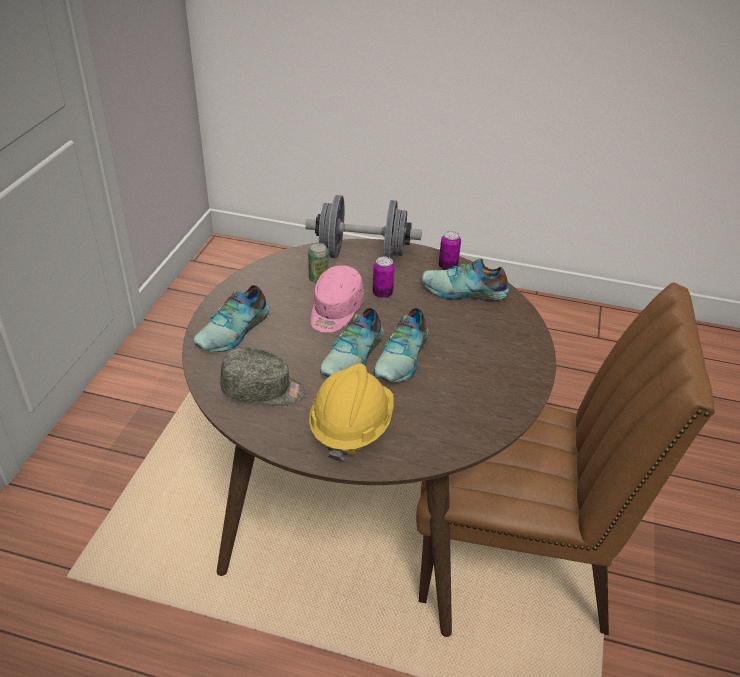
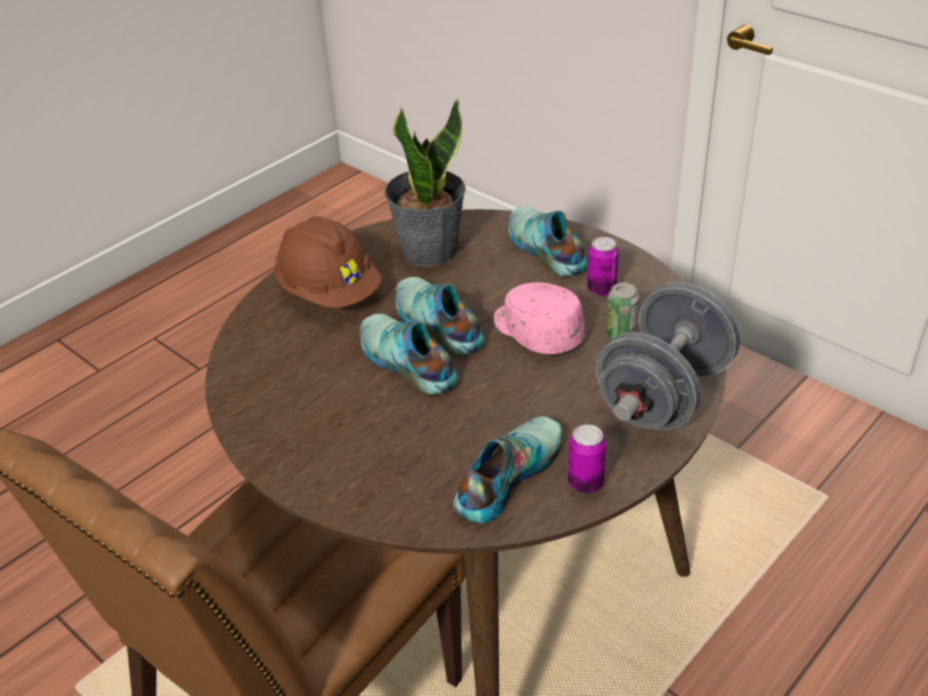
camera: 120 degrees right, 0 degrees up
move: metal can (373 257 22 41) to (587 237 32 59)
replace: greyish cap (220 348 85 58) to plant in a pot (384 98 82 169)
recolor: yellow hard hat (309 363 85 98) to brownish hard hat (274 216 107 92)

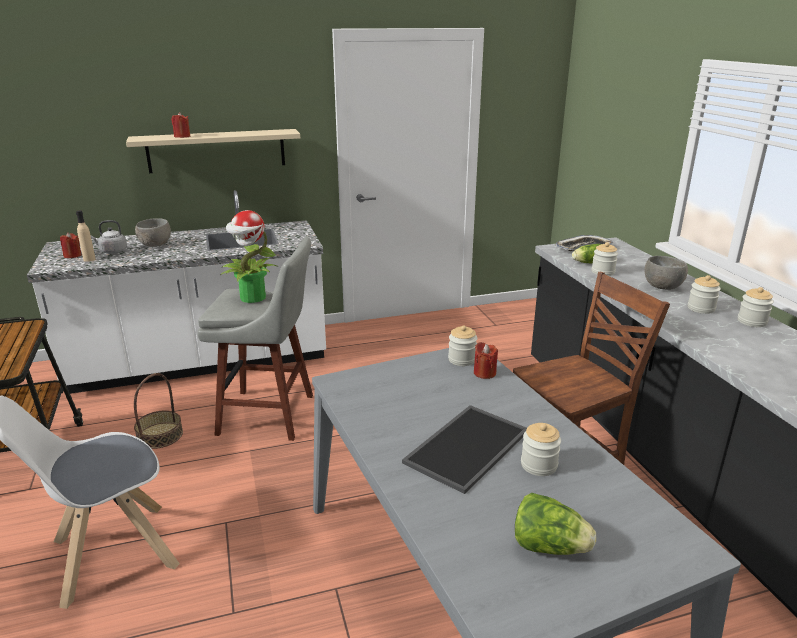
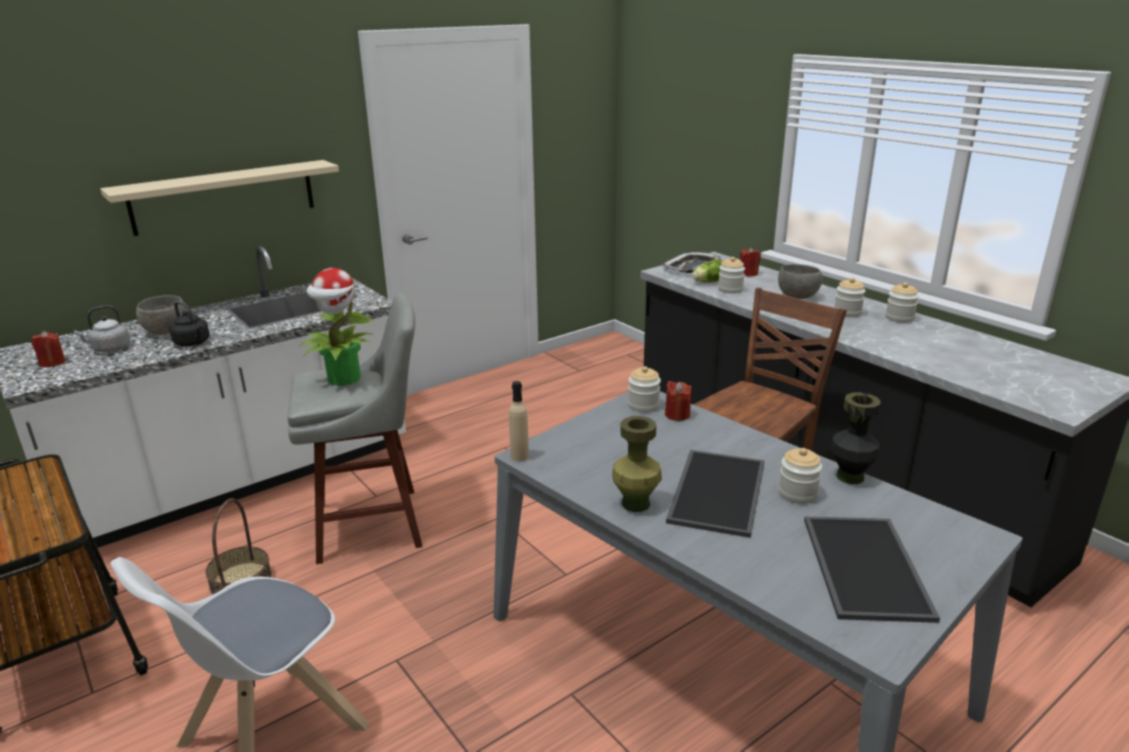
camera: 20 degrees left, 0 degrees up
insert: black-coloured water kettle (169 301 41 45); green-coloured flower vase (612 416 50 96); black-coloured flower vase (830 392 51 92)
move: sand-coloured bottle (76 210 20 52) to (509 381 20 81); red candle (171 112 19 26) to (740 247 21 30)
replace: head of lettuce (515 493 81 62) to tray (804 517 136 106)

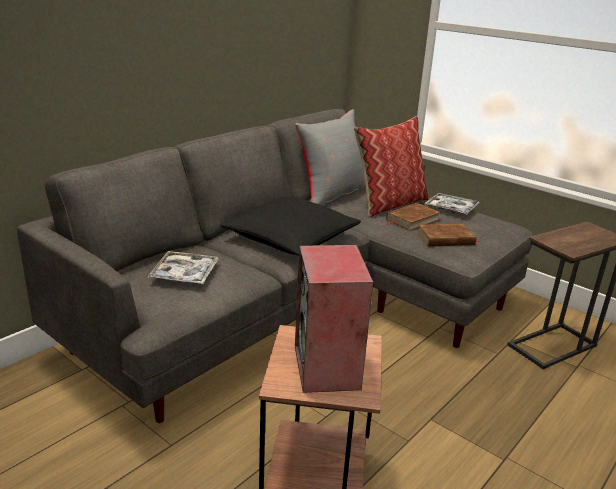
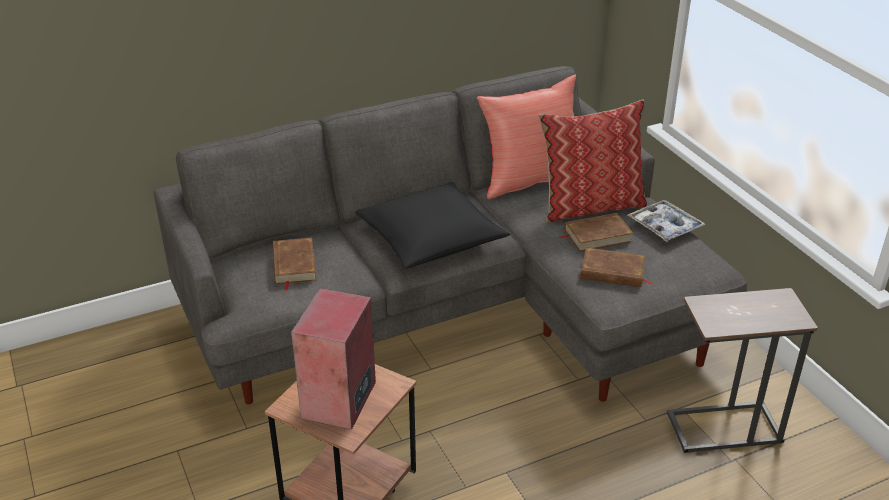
camera: 25 degrees right, 10 degrees up
replace: tray (147 251 71 33) to brownish volume (273 237 44 54)
recolor: greyish throw pillow (295 109 71 96) to red throw pillow (477 75 99 124)

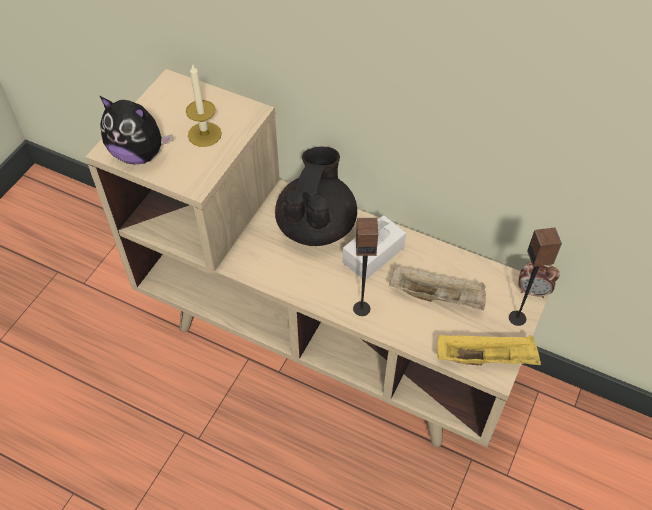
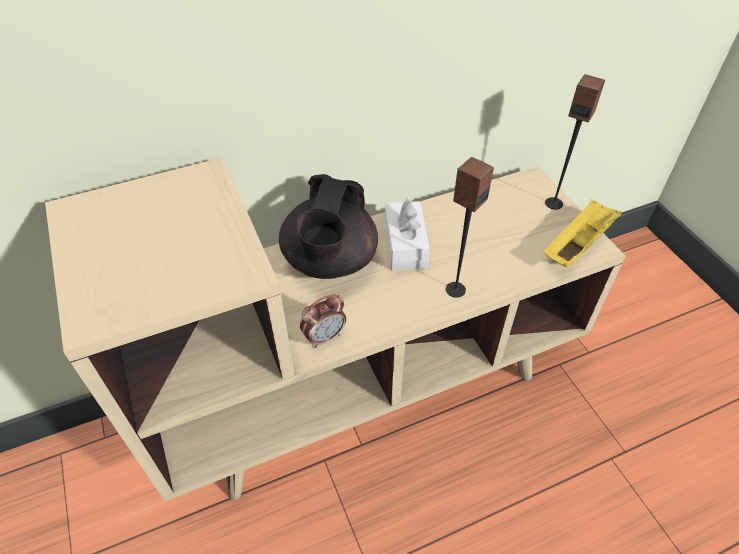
camera: 50 degrees left, 5 degrees down
delete: cuddly toy (100 96 72 69); candle (186 63 36 84); sand-coloured tray (389 265 97 45)
move: bedside clock (519 262 41 36) to (300 295 46 53)
rotate: black-coloured teapot (275 147 82 99) = (279 174 99 105) 135 degrees counterclockwise

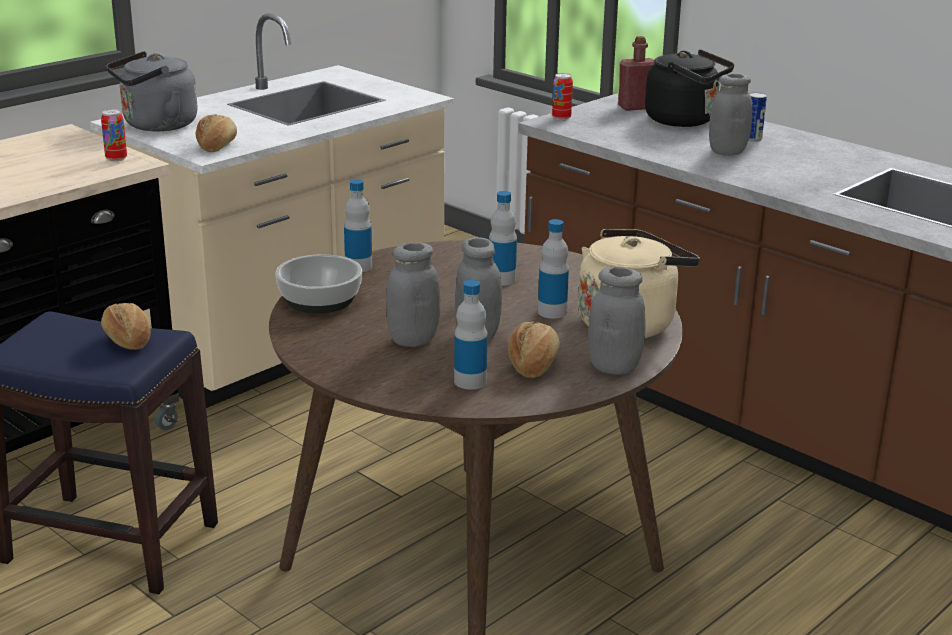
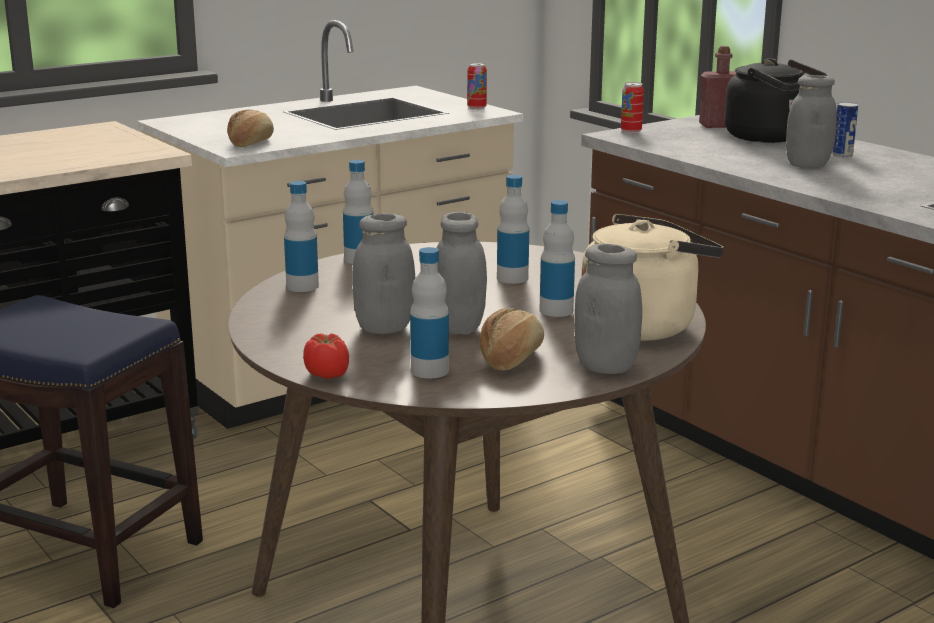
camera: 10 degrees right, 5 degrees down
delete: bread (101 303 50 47); greyish water kettle (106 51 92 81)
insert: whole tomato (303 333 46 46)
move: metal can (101 109 26 53) to (467 63 20 47)
replace: serving bowl (275 254 87 59) to bottle (284 181 35 111)

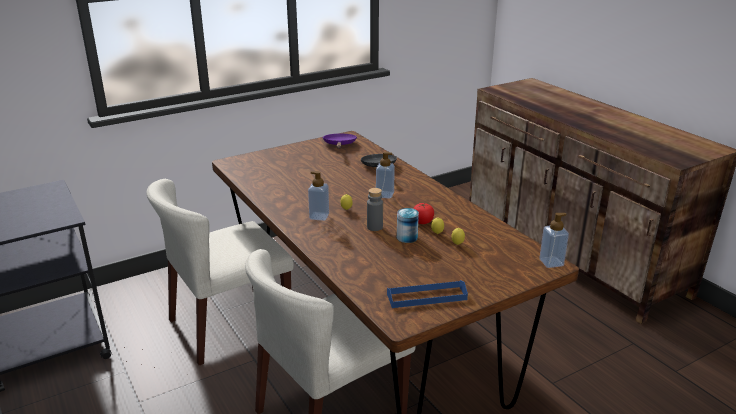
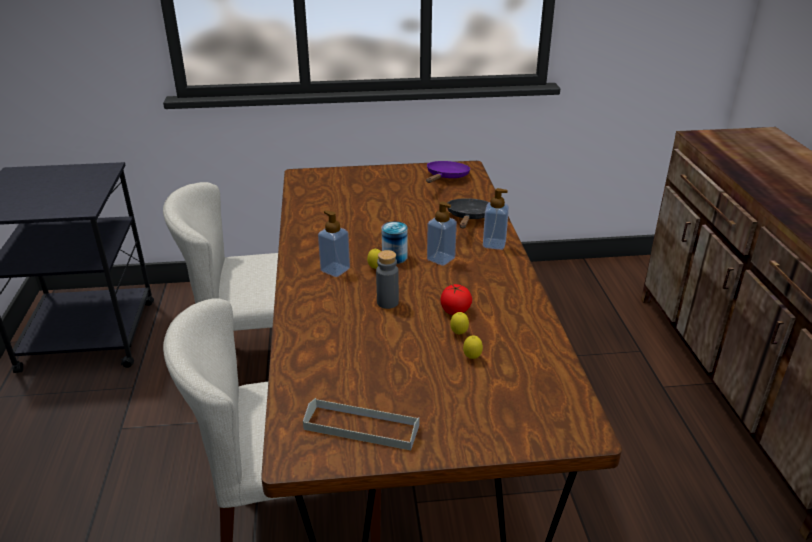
camera: 25 degrees right, 5 degrees up
move: metal can (397 208 22 35) to (382 221 26 43); liquid soap bottle (539 213 30 55) to (483 188 26 62)
recolor: blue-coloured tray (387 280 81 28) to greyish tray (303 398 117 52)

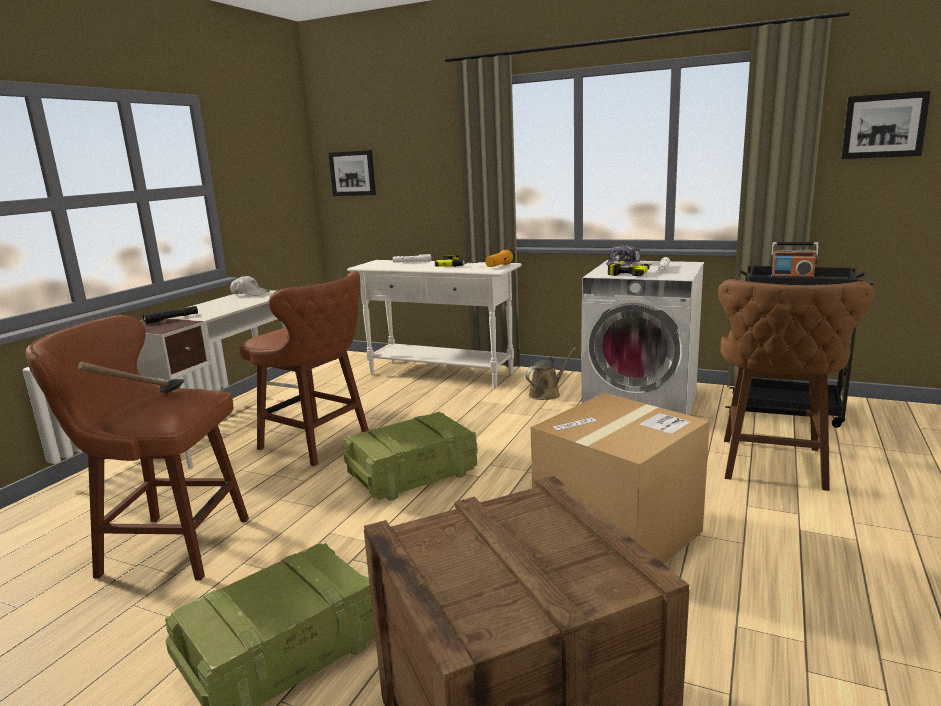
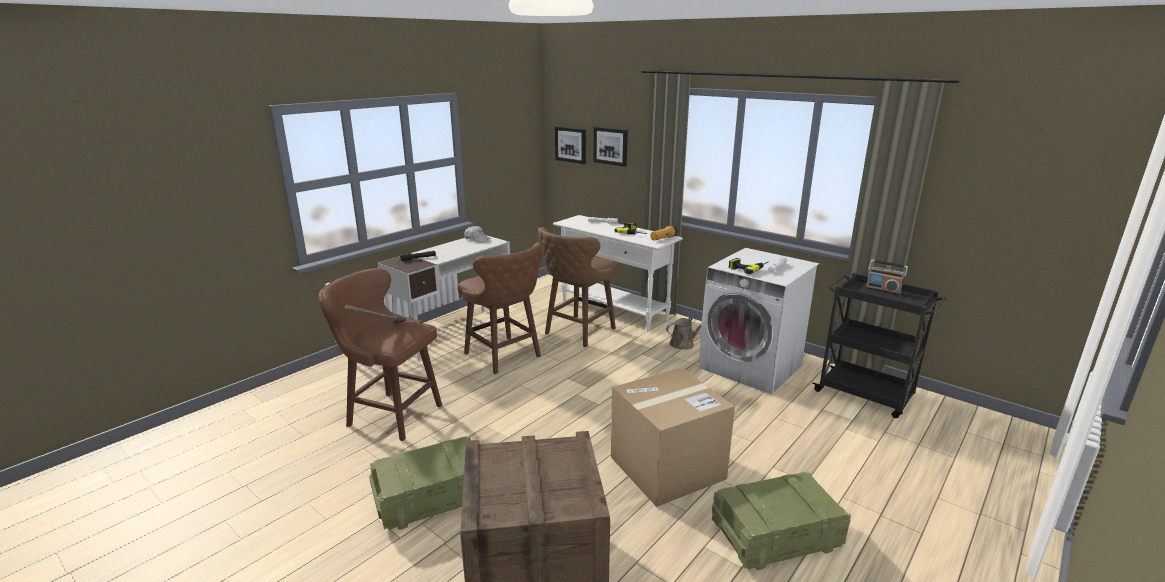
camera: 15 degrees right, 5 degrees up
delete: cap (606 244 35 22)
move: shipping crate (344 412 134 89) to (712 471 139 99); brownish sitting stool (718 279 156 212) to (538 227 80 120); picture (841 91 90 68) to (593 127 35 40)

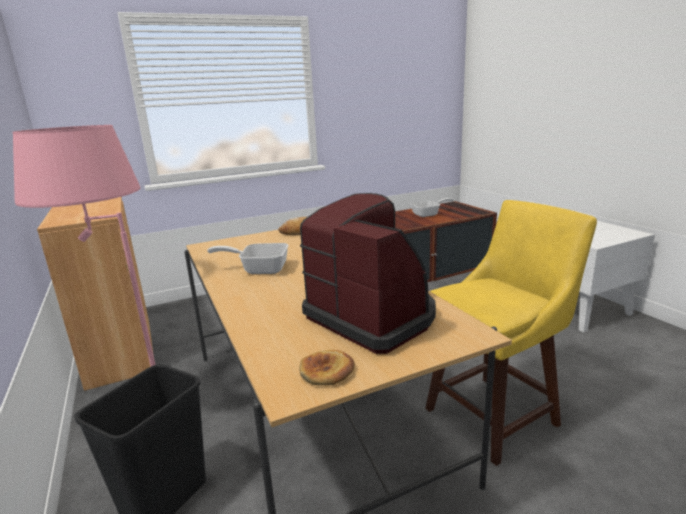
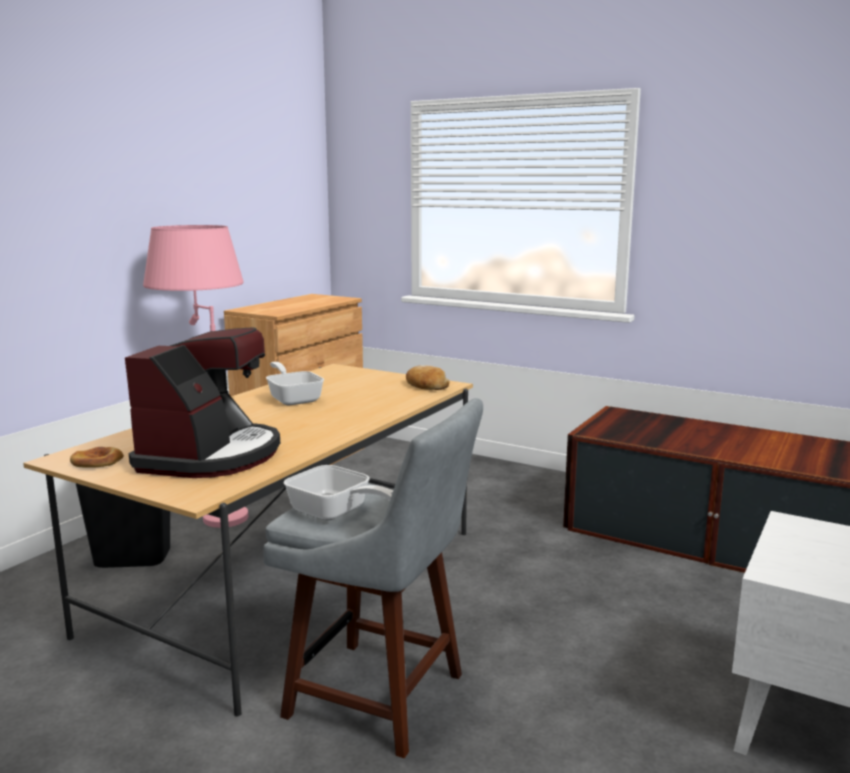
camera: 55 degrees right, 5 degrees down
move: skillet (411 198 42 19) to (283 465 110 56)
recolor: yellow sitting stool (425 200 172 266) to greyish sitting stool (263 398 220 360)

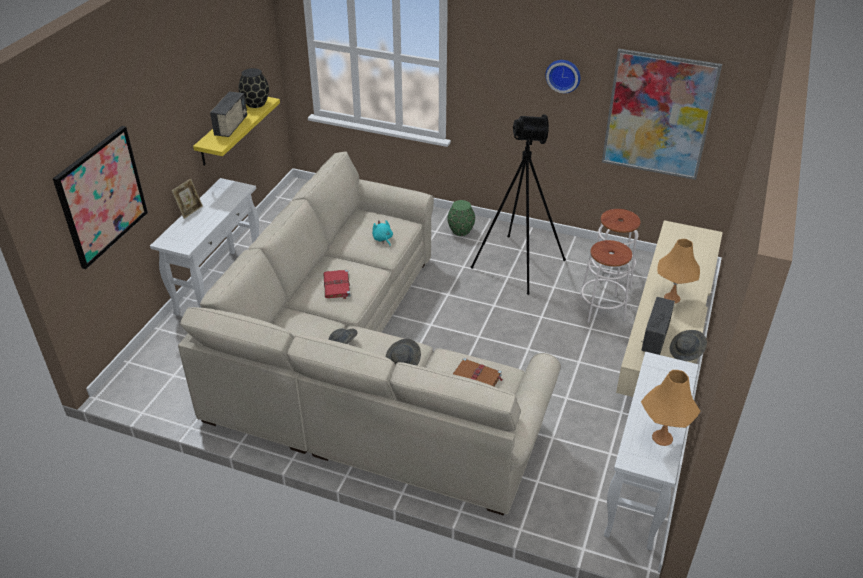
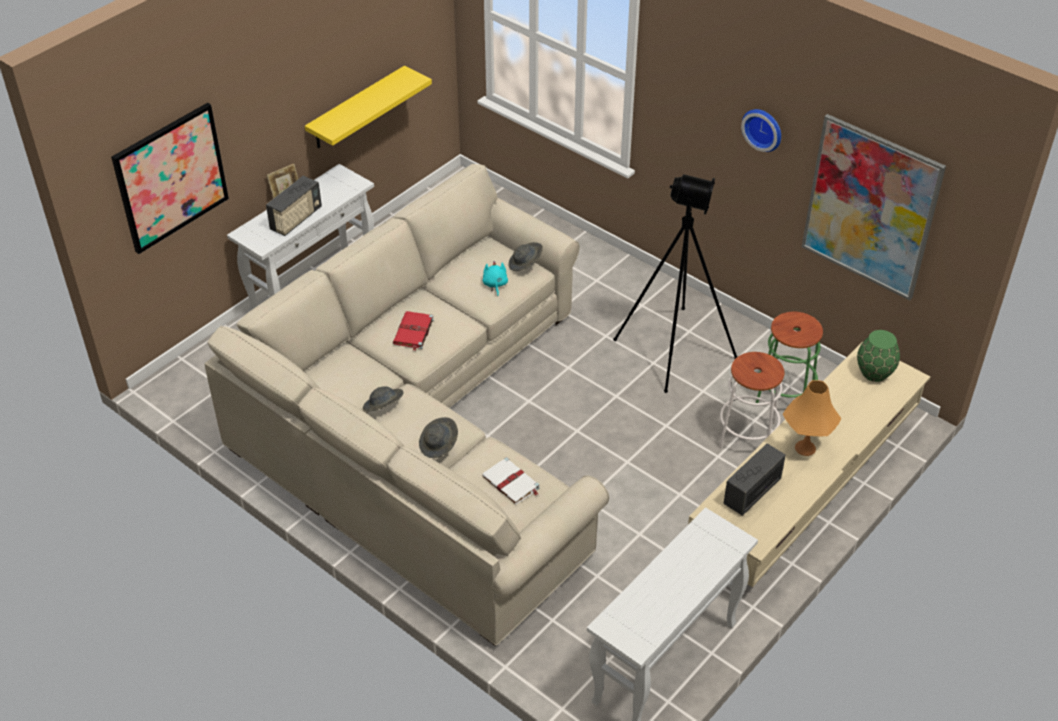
camera: 20 degrees right, 5 degrees up
delete: black-coloured flower vase (239 68 30 40); orange tabletop lamp (641 370 59 76)
move: radio receiver (210 91 37 46) to (266 176 56 60); green-coloured flower vase (447 200 28 36) to (857 330 43 52); greyish wearable hat (670 330 37 31) to (509 242 34 29)
recolor: brownish volume (453 358 50 28) to white volume (482 457 58 47); white sitting stool (591 209 50 78) to green-coloured sitting stool (756 312 67 91)

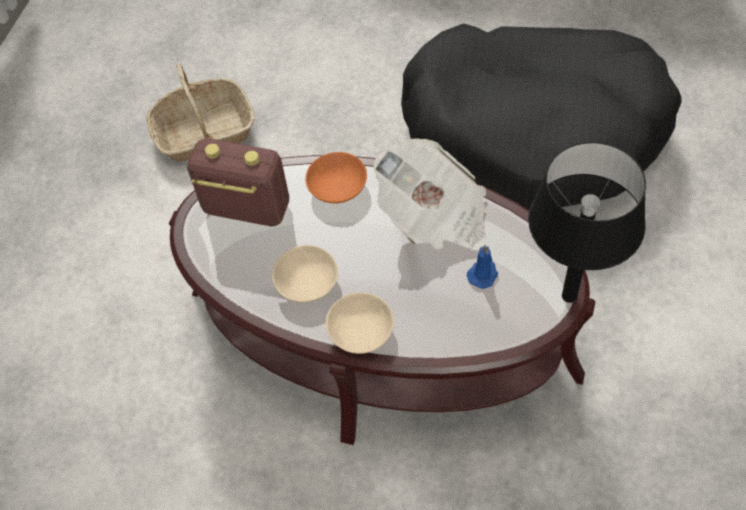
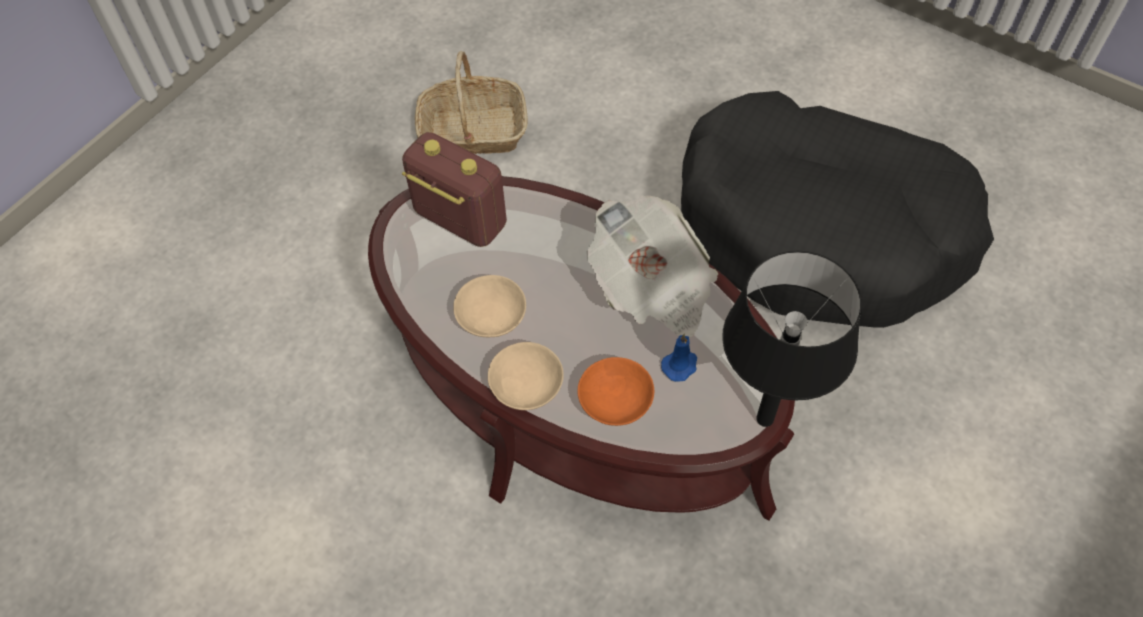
camera: 15 degrees right, 0 degrees up
move: orange serving bowl (305 152 62 51) to (577 357 77 69)

